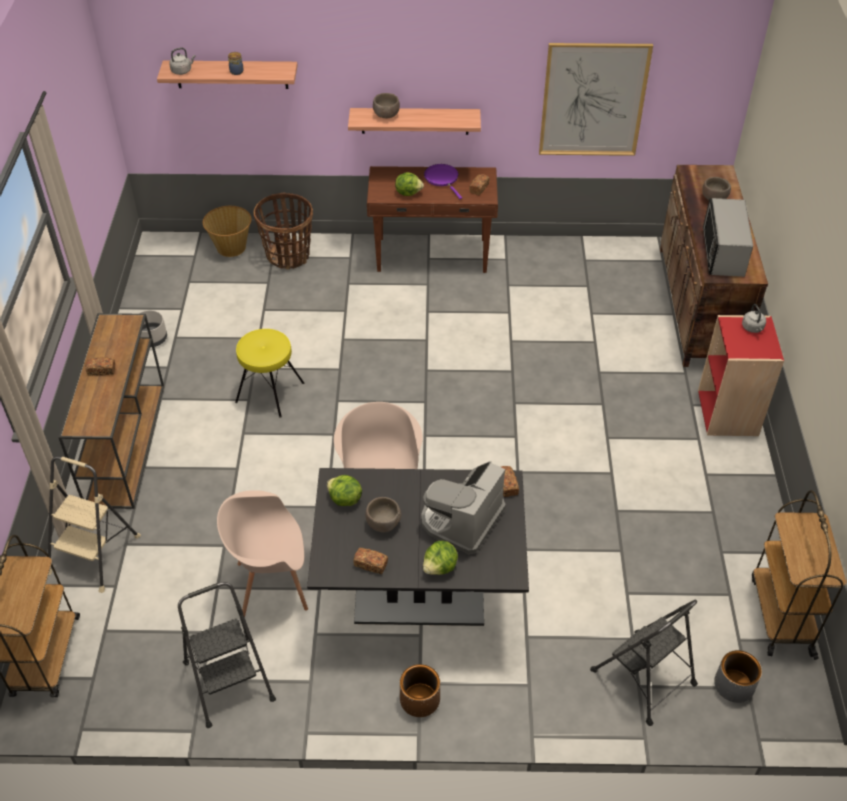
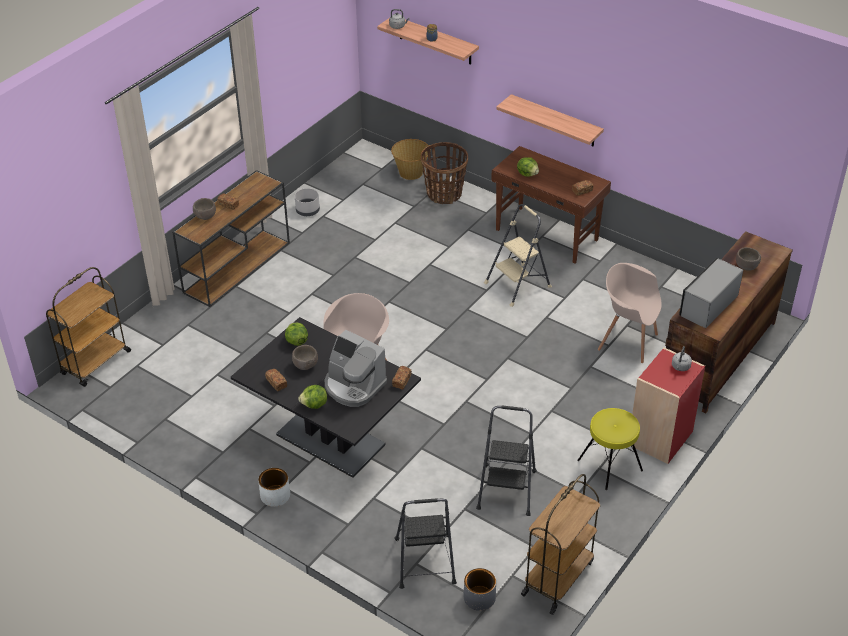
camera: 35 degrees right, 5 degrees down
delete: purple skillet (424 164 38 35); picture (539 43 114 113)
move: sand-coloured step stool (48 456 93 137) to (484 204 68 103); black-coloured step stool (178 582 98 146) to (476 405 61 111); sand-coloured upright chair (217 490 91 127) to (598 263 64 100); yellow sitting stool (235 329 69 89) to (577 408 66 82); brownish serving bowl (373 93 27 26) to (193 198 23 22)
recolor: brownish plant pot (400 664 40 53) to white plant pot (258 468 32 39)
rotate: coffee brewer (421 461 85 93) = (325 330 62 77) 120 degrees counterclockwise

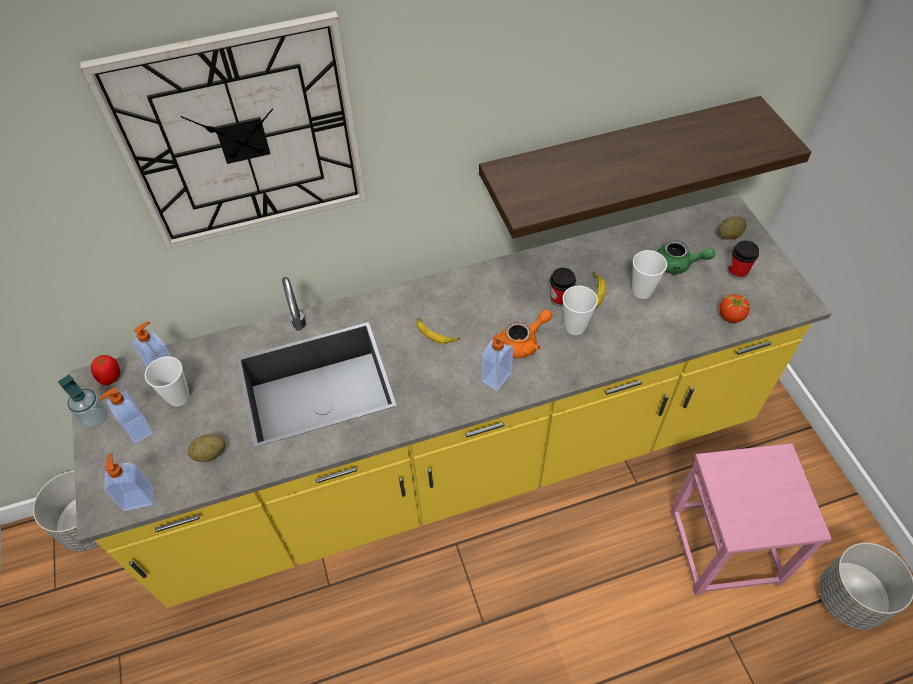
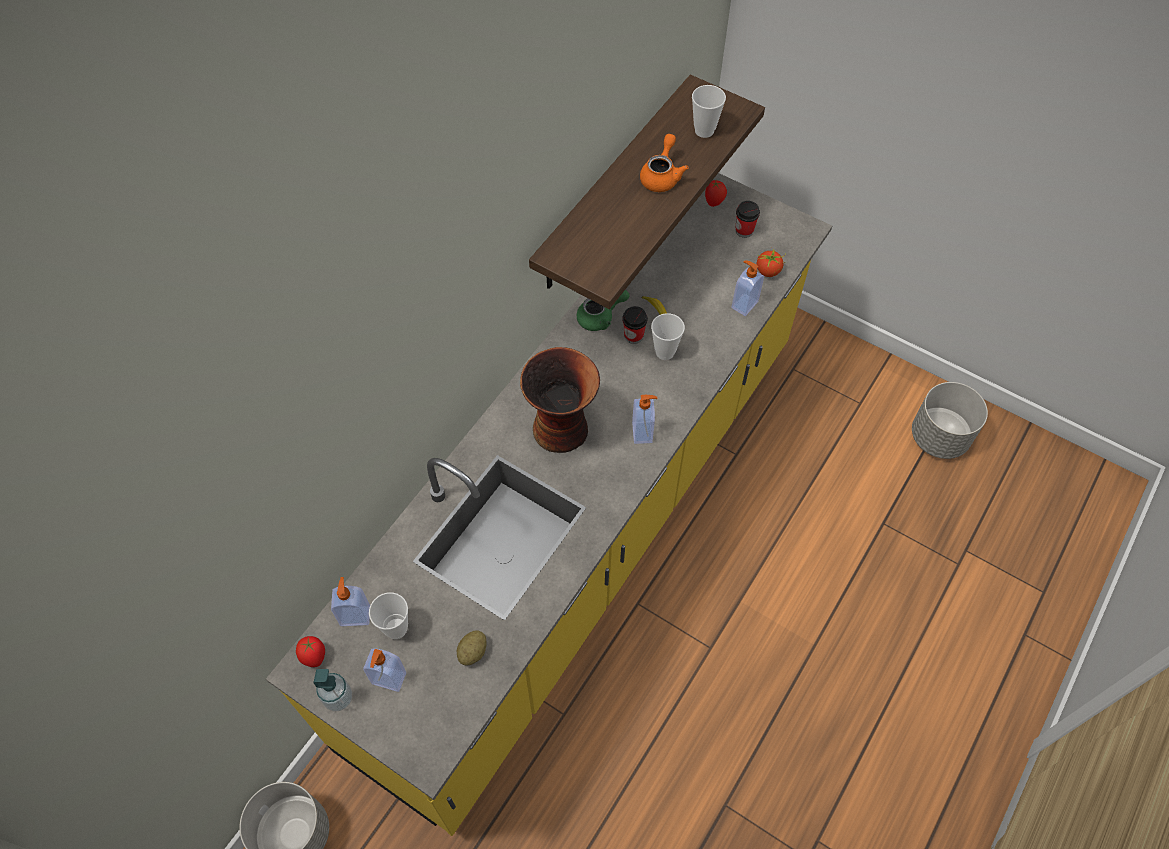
camera: 40 degrees left, 5 degrees up
delete: wall clock (80 11 287 238); pink-coloured sitting stool (670 443 162 152)
move: liquid soap bottle (104 453 49 58) to (732 260 32 56); orange teapot (500 309 52 49) to (640 134 49 58); small cup (632 250 35 49) to (692 85 34 53); green-coloured teapot (657 240 58 35) to (577 290 52 41)
replace: banana fruit (416 318 43 26) to flower vase (520 347 80 106); spud (718 216 28 24) to whole tomato (705 180 22 27)

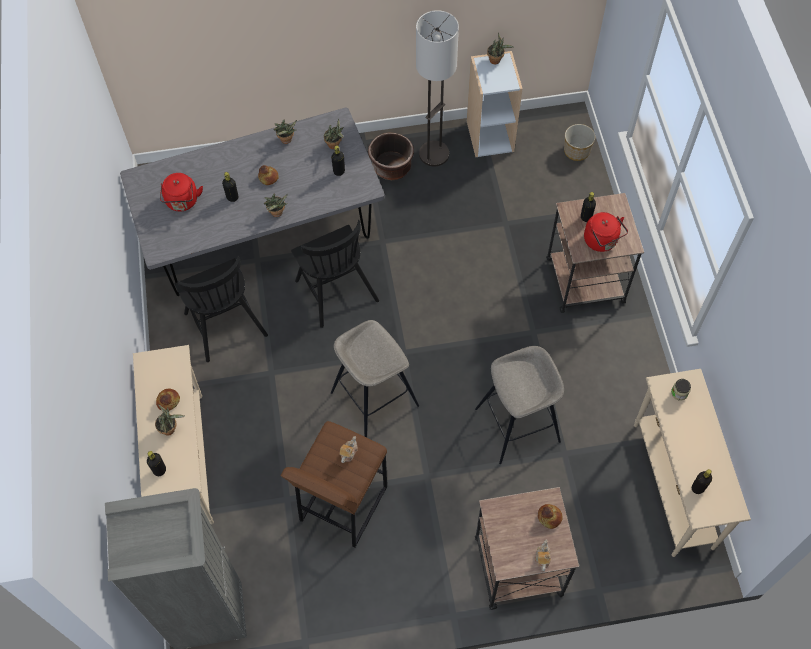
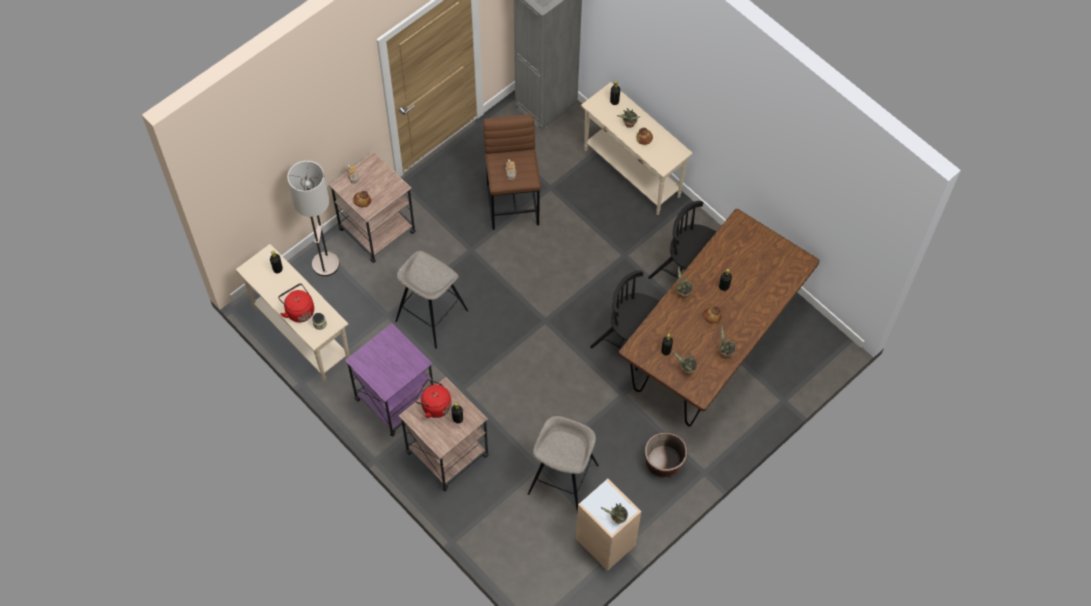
camera: 145 degrees right, 0 degrees up
delete: plant pot (564 124 31 37)
insert: purple cart (345 323 88 114)
move: red water kettle (160 173 43 39) to (278 283 36 39); greyish sitting stool (331 320 88 118) to (528 416 71 96); standard lamp (416 10 43 156) to (287 161 53 115)
recolor: greyish dinner table (120 108 265 188) to brownish dinner table (619 209 201 218)

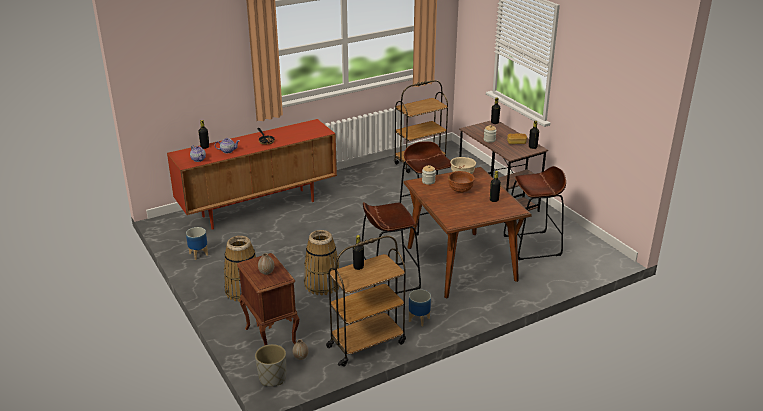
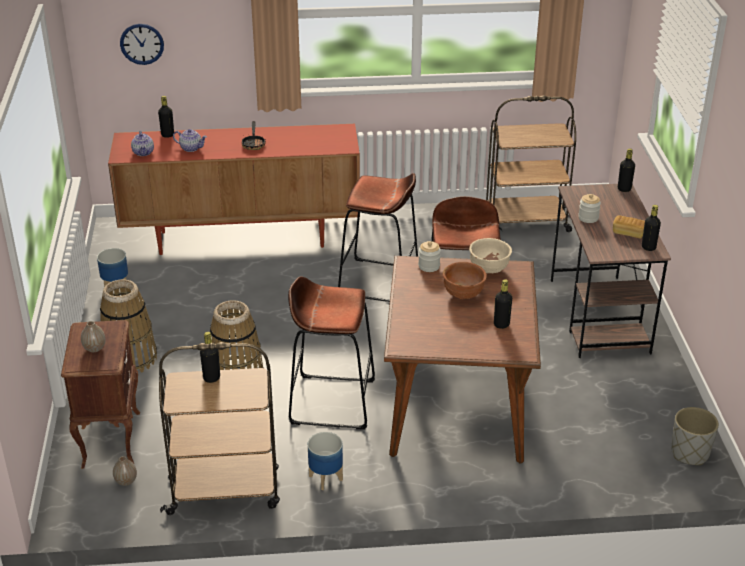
camera: 25 degrees right, 5 degrees up
insert: wall clock (120 24 44 41)
move: greyish plant pot (255 344 31 42) to (671 407 48 58); brownish sitting stool (503 166 63 94) to (338 173 80 129)

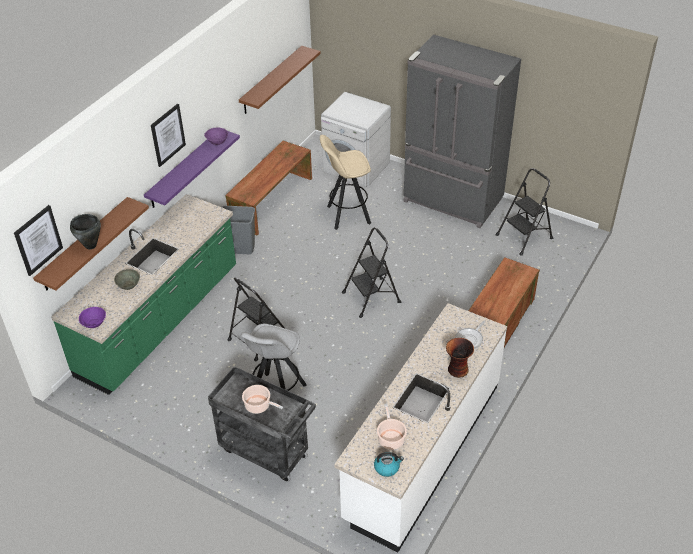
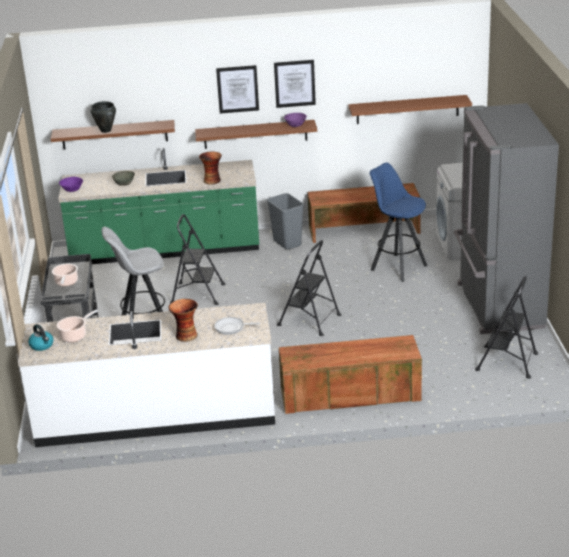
camera: 55 degrees right, 15 degrees down
insert: flower vase (199 152 23 33)
move: picture (14 205 49 71) to (274 60 42 48)
recolor: purple wall shelf (144 131 96 77) to brownish wall shelf (195 120 122 29); sand-coloured sitting stool (320 135 51 95) to blue-coloured sitting stool (370 162 57 120)

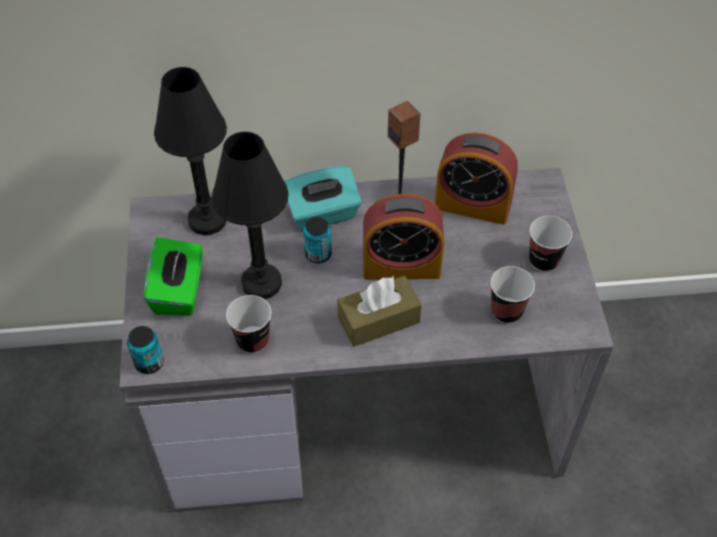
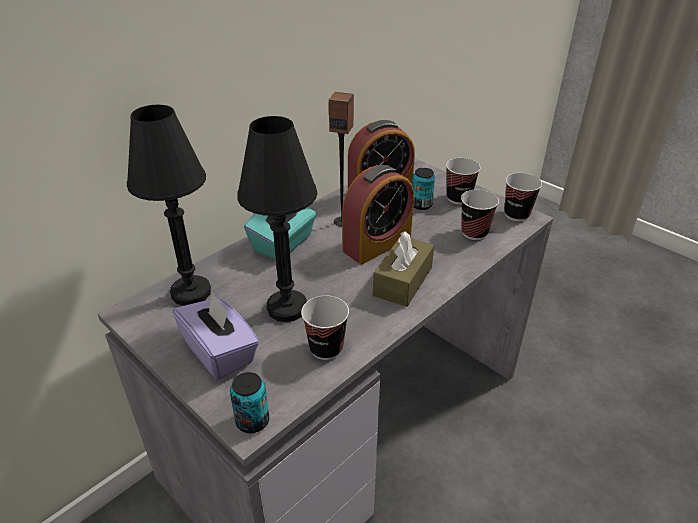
camera: 40 degrees left, 15 degrees down
insert: small cup (504 173 38 48)
move: metal can (303 217 29 46) to (412 168 23 42)
recolor: green-coloured box of tissues (144 237 59 78) to purple box of tissues (173 292 86 88)

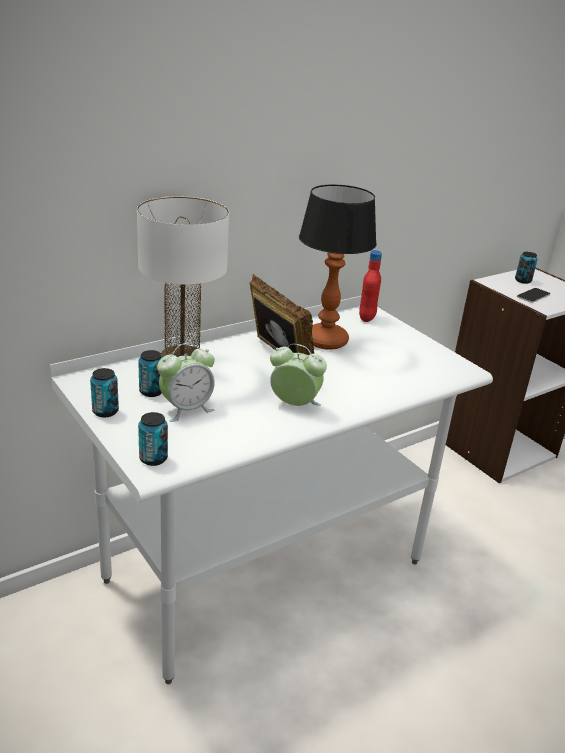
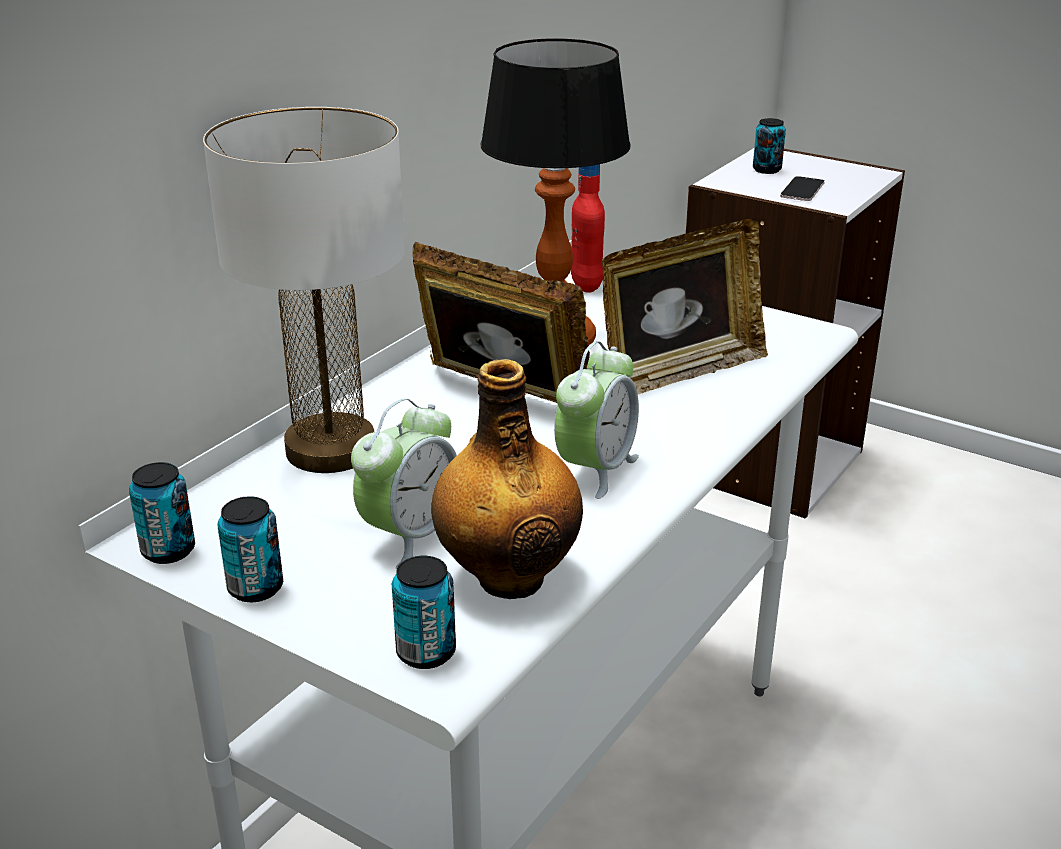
camera: 20 degrees left, 0 degrees up
insert: bottle (431 359 152 240); standing frame (602 218 166 176)
move: metal can (138 350 24 47) to (129 462 66 102)
rotate: bedside clock (270 344 57 62) = (554 341 85 158) 120 degrees clockwise

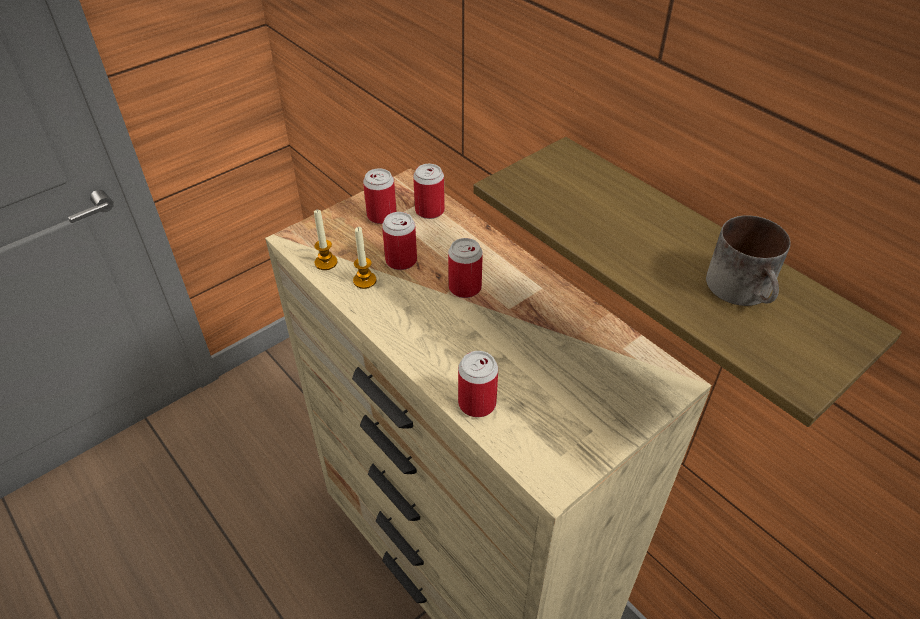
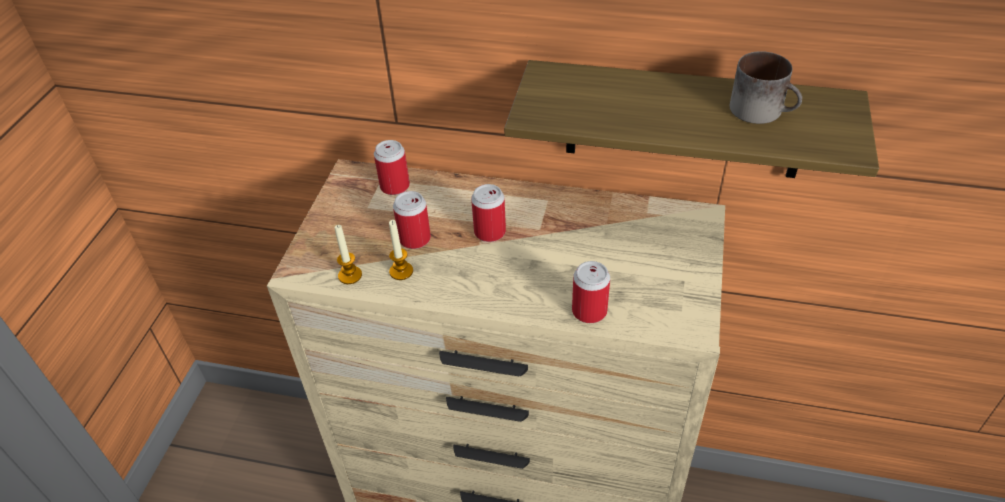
camera: 35 degrees left, 0 degrees up
delete: metal can (363 168 34 56)

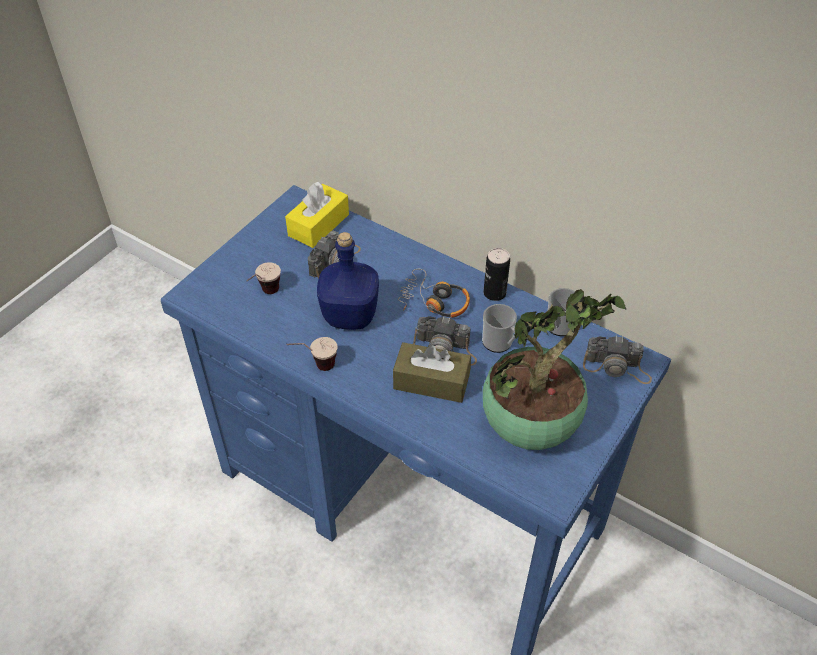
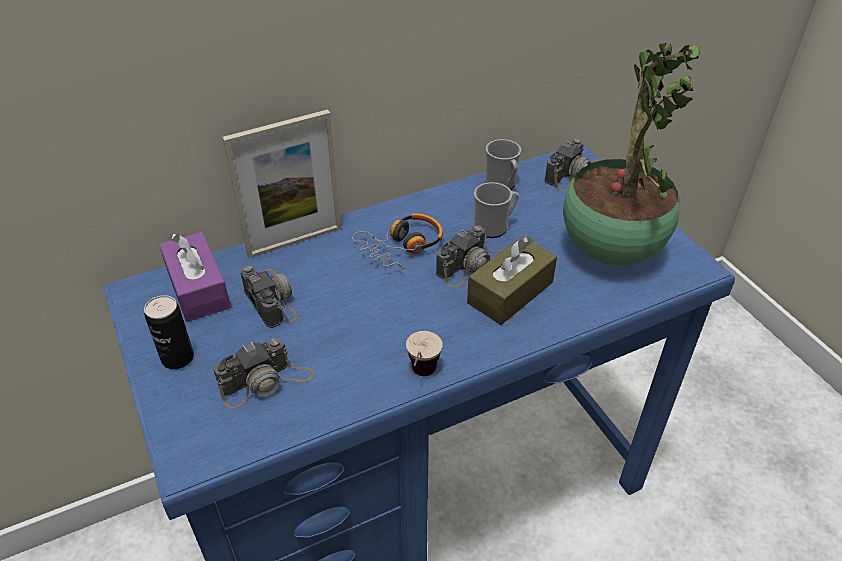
camera: 60 degrees left, 5 degrees down
delete: blue-coloured bottle (317 232 62 98)
insert: standing frame (222 109 119 149)
move: metal can (484 248 26 53) to (144 295 50 74)
replace: small cup (246 262 35 32) to photo camera (213 338 101 70)
recolor: yellow box of tissues (285 182 64 66) to purple box of tissues (159 232 72 90)

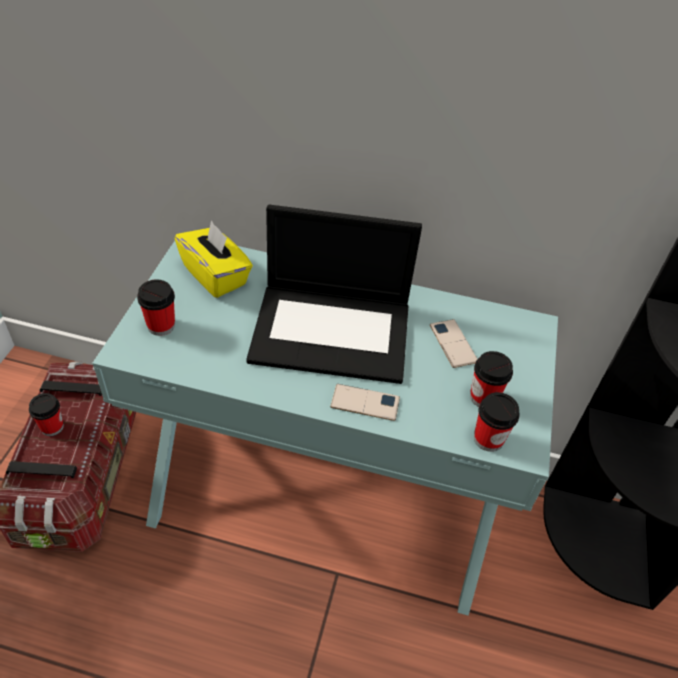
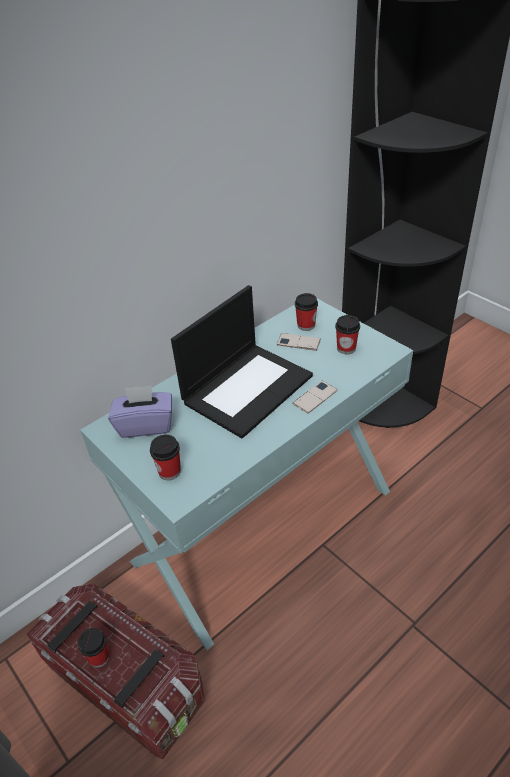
camera: 50 degrees left, 5 degrees down
move: small cup (474 392 46 60) to (295 293 23 38)
recolor: yellow box of tissues (175 220 78 78) to purple box of tissues (108 386 64 52)

